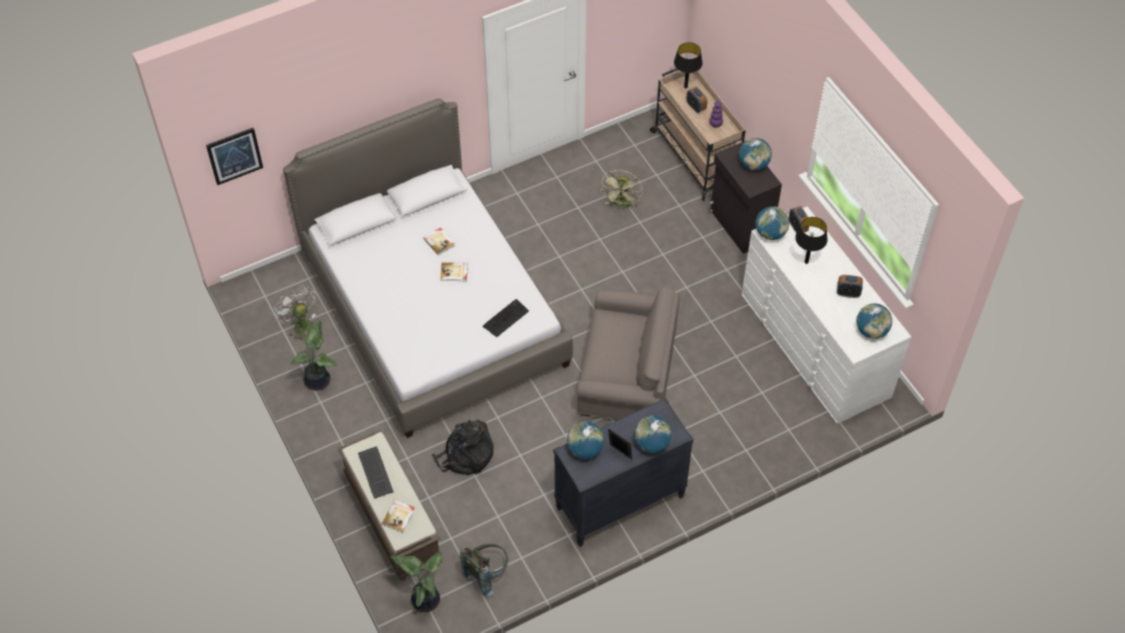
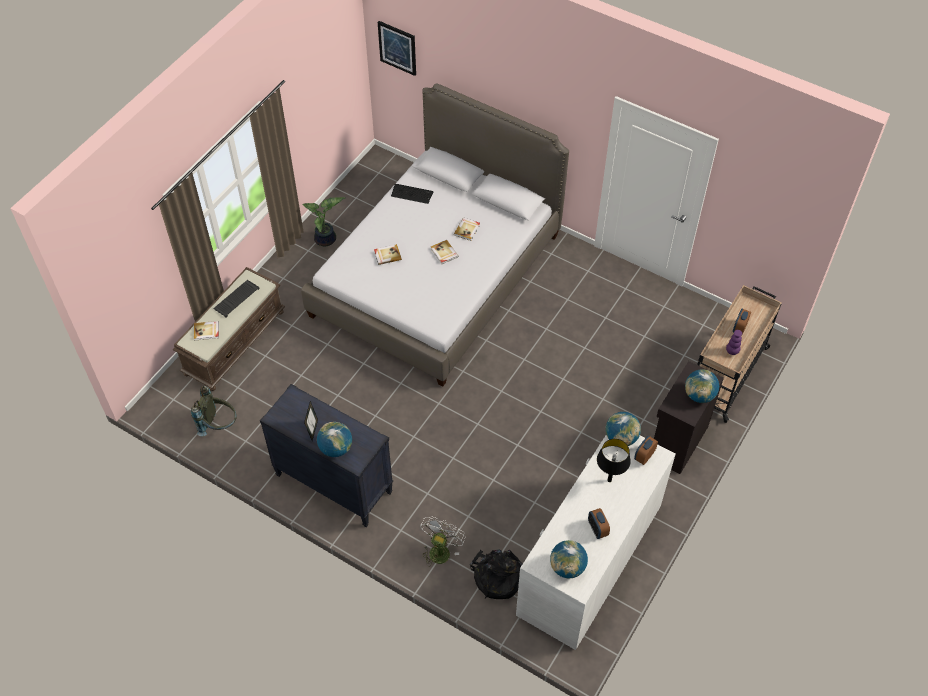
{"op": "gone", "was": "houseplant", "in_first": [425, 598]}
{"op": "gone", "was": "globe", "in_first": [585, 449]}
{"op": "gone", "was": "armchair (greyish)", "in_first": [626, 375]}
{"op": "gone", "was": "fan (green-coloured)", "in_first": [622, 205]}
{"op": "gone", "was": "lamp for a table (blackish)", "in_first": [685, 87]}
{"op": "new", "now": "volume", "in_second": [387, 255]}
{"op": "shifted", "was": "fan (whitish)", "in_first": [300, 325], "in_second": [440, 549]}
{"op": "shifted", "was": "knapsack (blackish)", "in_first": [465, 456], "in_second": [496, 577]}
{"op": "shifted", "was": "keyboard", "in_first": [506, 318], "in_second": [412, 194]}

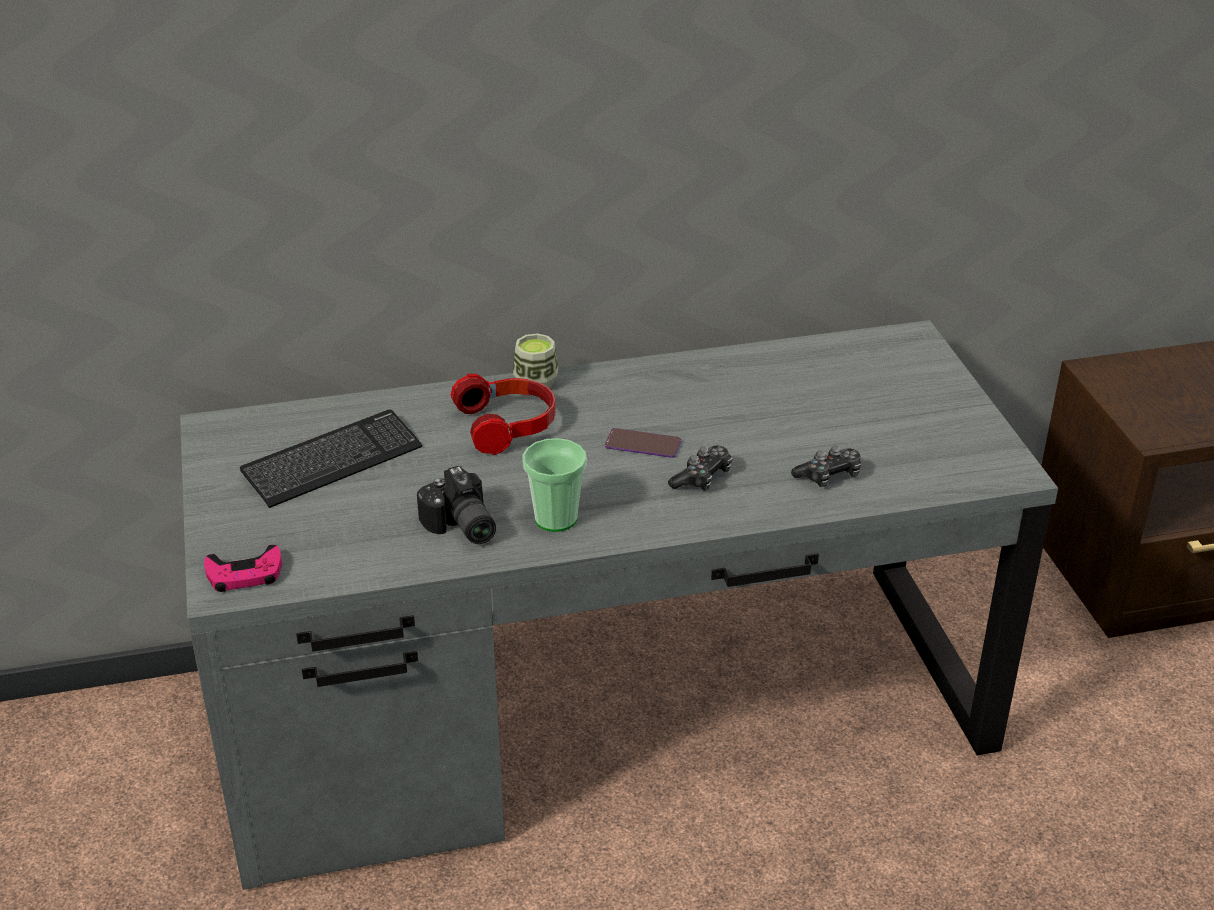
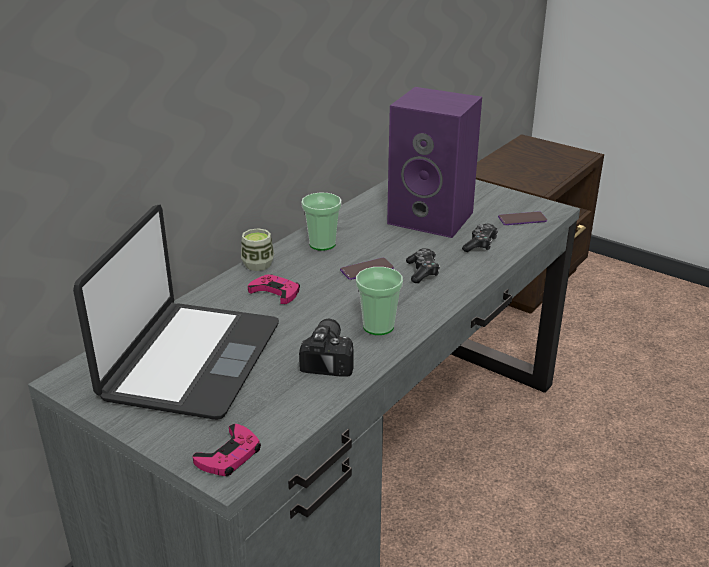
{"op": "new", "now": "small cup", "in_second": [322, 244]}
{"op": "new", "now": "speaker (purple)", "in_second": [433, 218]}
{"op": "new", "now": "handset", "in_second": [522, 219]}
{"op": "swapped", "was": "keyboard", "now": "laptop", "in_first": [332, 461], "in_second": [190, 360]}
{"op": "swapped", "was": "pair of headphones", "now": "game controller (pink-coloured)", "in_first": [508, 425], "in_second": [275, 292]}
{"op": "rotated", "was": "photo camera", "in_first": [460, 527], "in_second": [330, 357], "clockwise": -105}

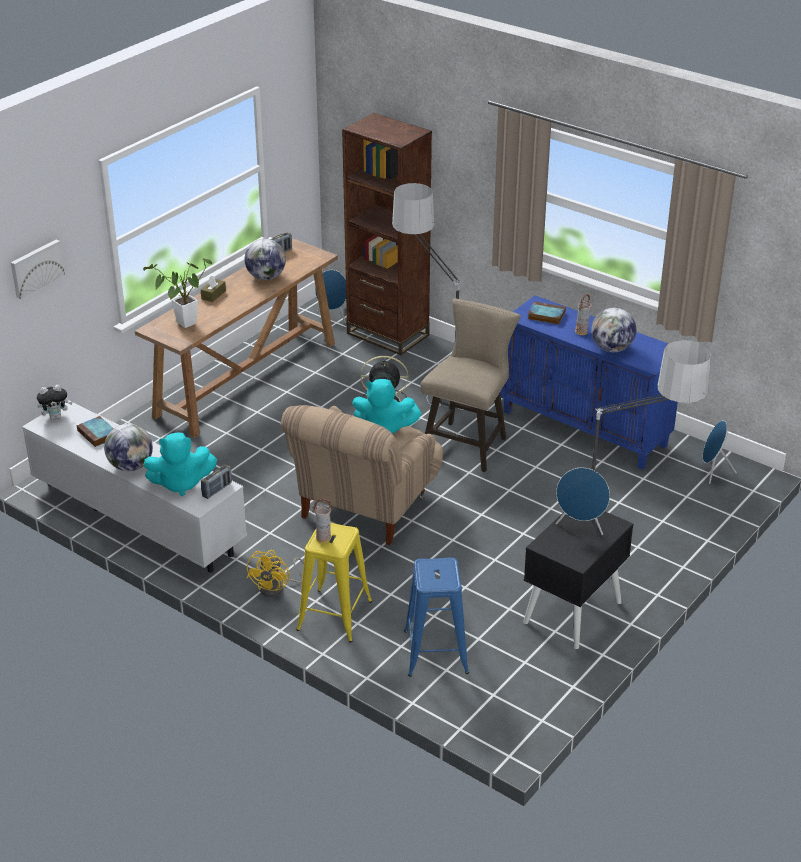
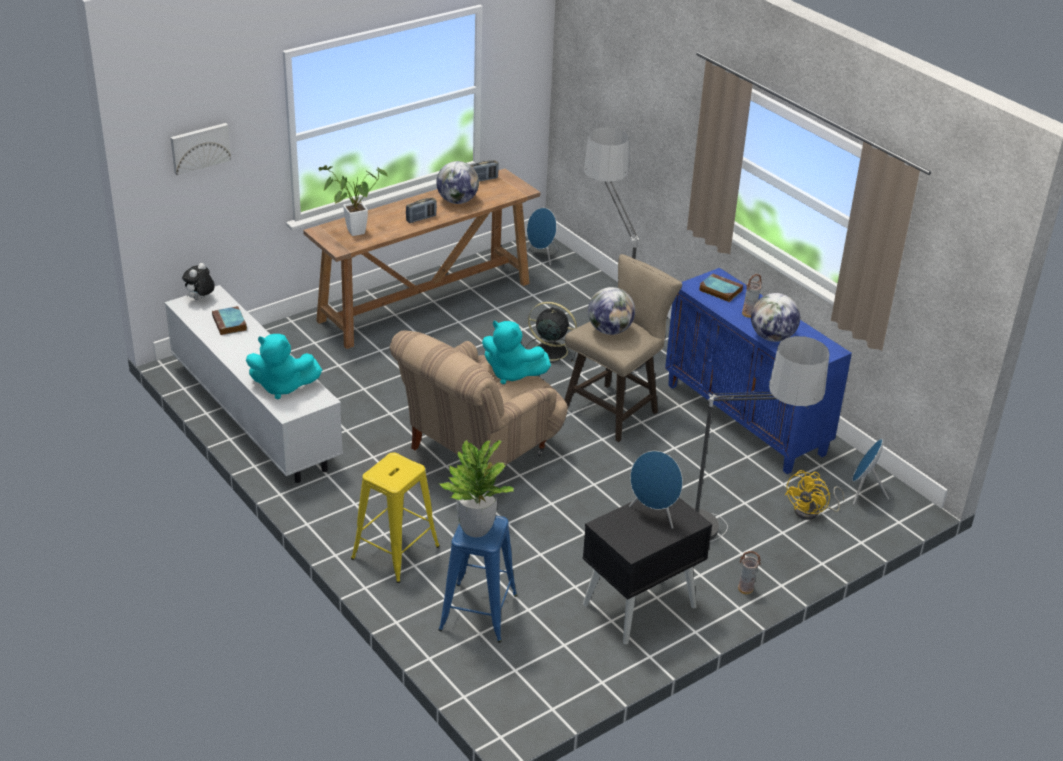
{"op": "gone", "was": "box of tissues (brown)", "in_first": [213, 295]}
{"op": "gone", "was": "shelving unit (brown)", "in_first": [387, 334]}
{"op": "new", "now": "houseplant", "in_second": [476, 528]}
{"op": "shifted", "was": "globe", "in_first": [131, 466], "in_second": [610, 330]}
{"op": "shifted", "was": "radio receiver", "in_first": [217, 490], "in_second": [421, 218]}
{"op": "shifted", "was": "fan (yellow-coloured)", "in_first": [277, 588], "in_second": [812, 512]}
{"op": "shifted", "was": "vase", "in_first": [323, 538], "in_second": [745, 590]}
{"op": "rotated", "was": "soft toy", "in_first": [56, 416], "in_second": [200, 299], "clockwise": 120}

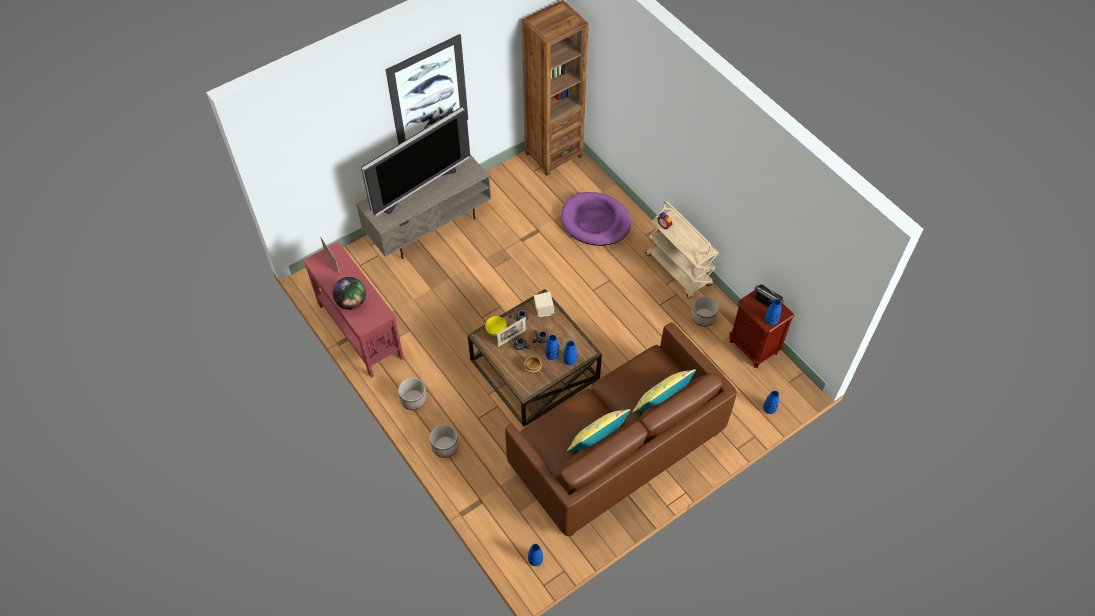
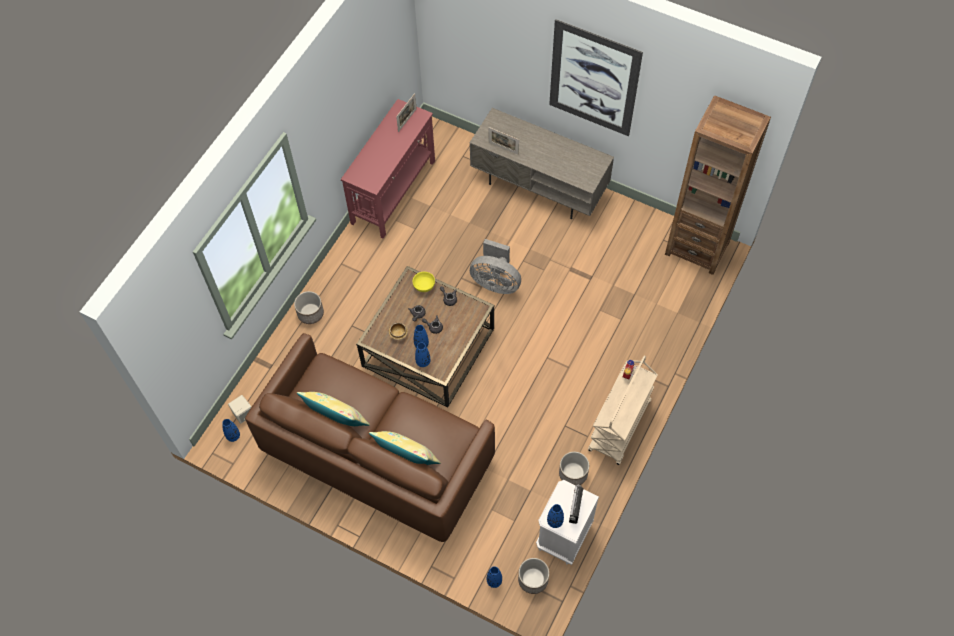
{"op": "gone", "was": "globe", "in_first": [351, 302]}
{"op": "gone", "was": "television", "in_first": [418, 187]}
{"op": "gone", "was": "dog bed (purple)", "in_first": [595, 221]}
{"op": "new", "now": "fan (greyish)", "in_second": [495, 282]}
{"op": "shifted", "was": "plant pot", "in_first": [414, 399], "in_second": [533, 580]}
{"op": "shifted", "was": "picture frame", "in_first": [511, 338], "in_second": [503, 148]}
{"op": "shifted", "was": "speaker (sand-coloured)", "in_first": [543, 310], "in_second": [243, 414]}
{"op": "repainted", "was": "night table (brown)", "now": "night table (whitish)", "in_first": [753, 347], "in_second": [563, 537]}

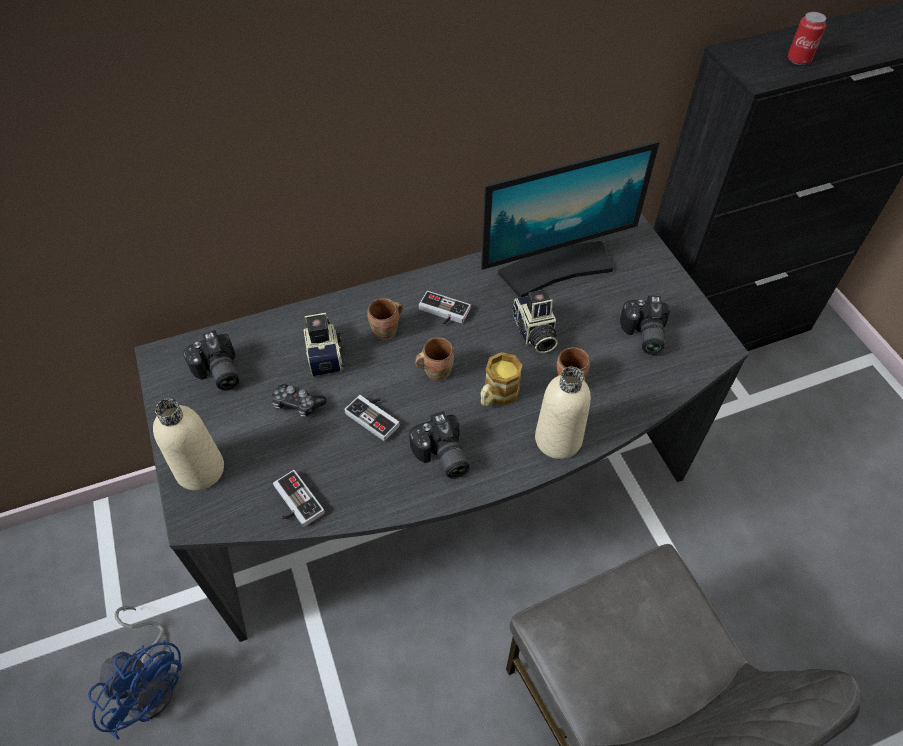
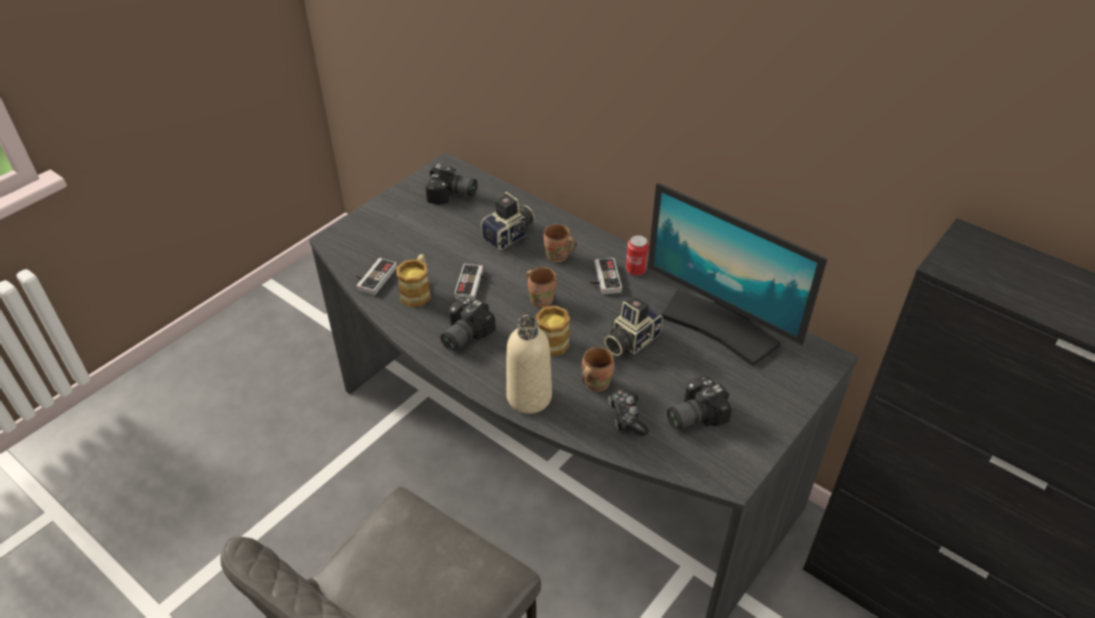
{"op": "gone", "was": "fan (blue-coloured)", "in_first": [151, 681]}
{"op": "gone", "was": "drink bottle (sand-coloured)", "in_first": [200, 470]}
{"op": "new", "now": "mug", "in_second": [417, 291]}
{"op": "shifted", "was": "game controller", "in_first": [297, 404], "in_second": [626, 417]}
{"op": "shifted", "was": "can", "in_first": [798, 59], "in_second": [635, 270]}
{"op": "rotated", "was": "photo camera", "in_first": [217, 373], "in_second": [452, 195], "clockwise": -105}

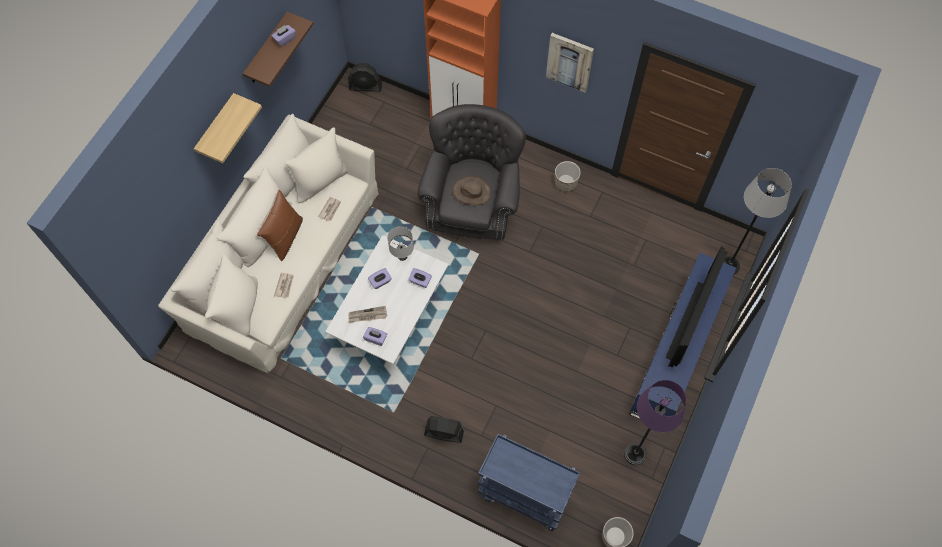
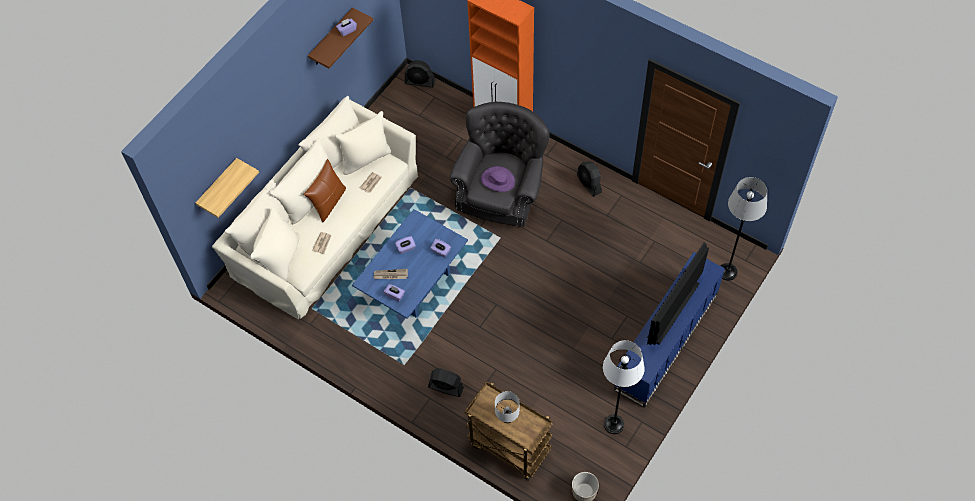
{"op": "gone", "was": "picture", "in_first": [569, 61]}
{"op": "shifted", "was": "bracket shelf", "in_first": [216, 128], "in_second": [218, 186]}
{"op": "shifted", "was": "lamp for a table (whitish)", "in_first": [402, 256], "in_second": [507, 419]}
{"op": "swapped", "was": "plant pot", "now": "fan (blackish)", "in_first": [565, 183], "in_second": [589, 184]}
{"op": "repainted", "was": "lounge table (whitish)", "now": "lounge table (blue-coloured)", "in_first": [391, 318], "in_second": [414, 285]}
{"op": "repainted", "was": "wearable hat (brown)", "now": "wearable hat (purple)", "in_first": [471, 192], "in_second": [498, 180]}
{"op": "repainted", "was": "cart (blue-coloured)", "now": "cart (brown)", "in_first": [523, 495], "in_second": [508, 447]}
{"op": "repainted", "was": "standing lamp (purple)", "now": "standing lamp (whitish)", "in_first": [635, 454], "in_second": [614, 424]}

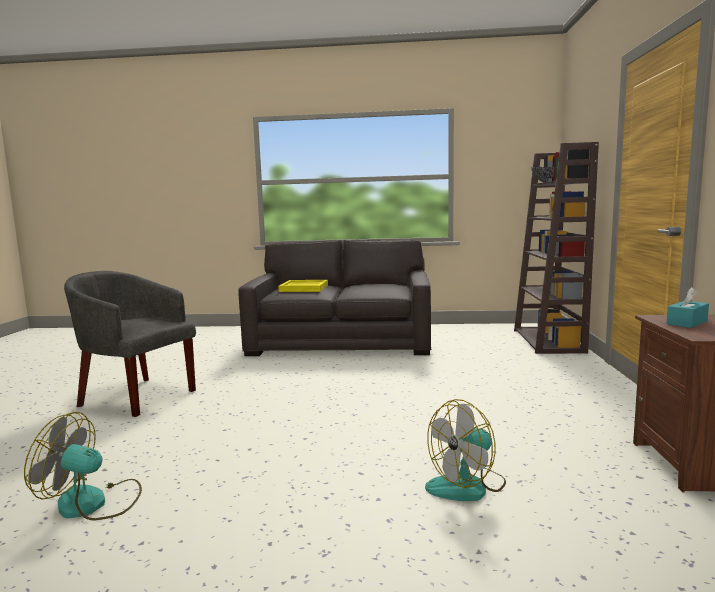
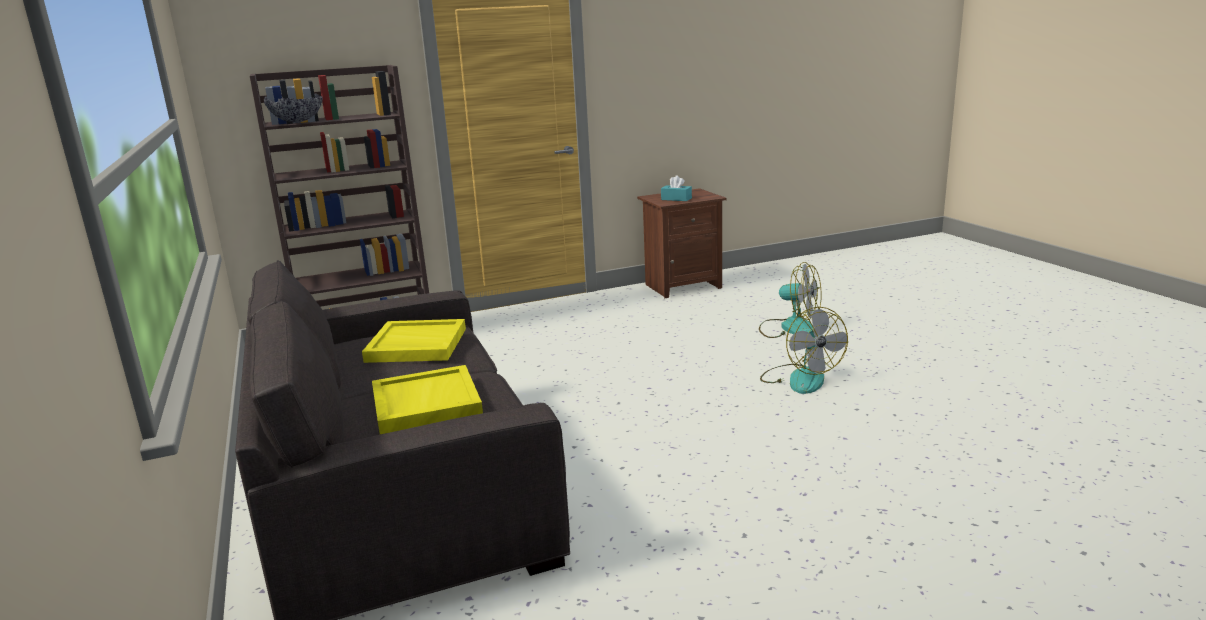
{"op": "gone", "was": "armchair (greyish)", "in_first": [136, 396]}
{"op": "new", "now": "tray (yellow-coloured)", "in_second": [415, 345]}
{"op": "shifted", "was": "fan", "in_first": [93, 503], "in_second": [800, 378]}

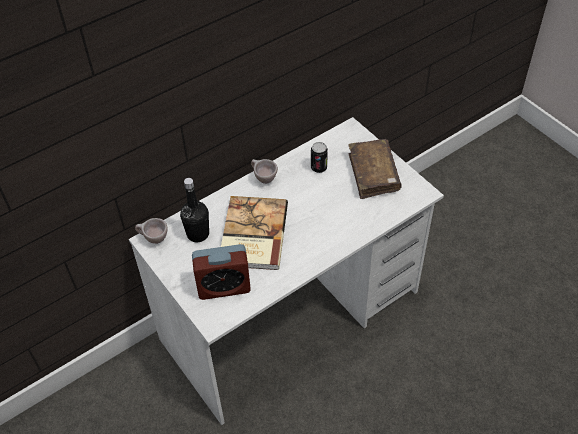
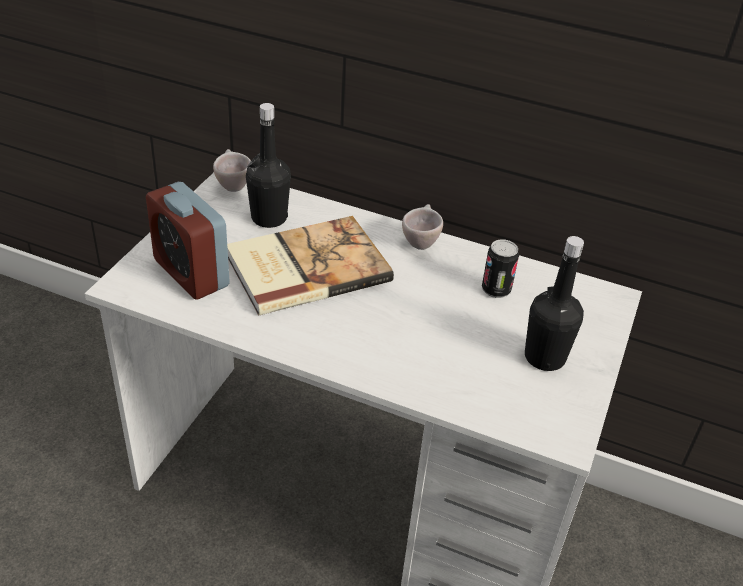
{"op": "swapped", "was": "volume (brown)", "now": "drink bottle (blackish)", "in_first": [373, 174], "in_second": [544, 357]}

